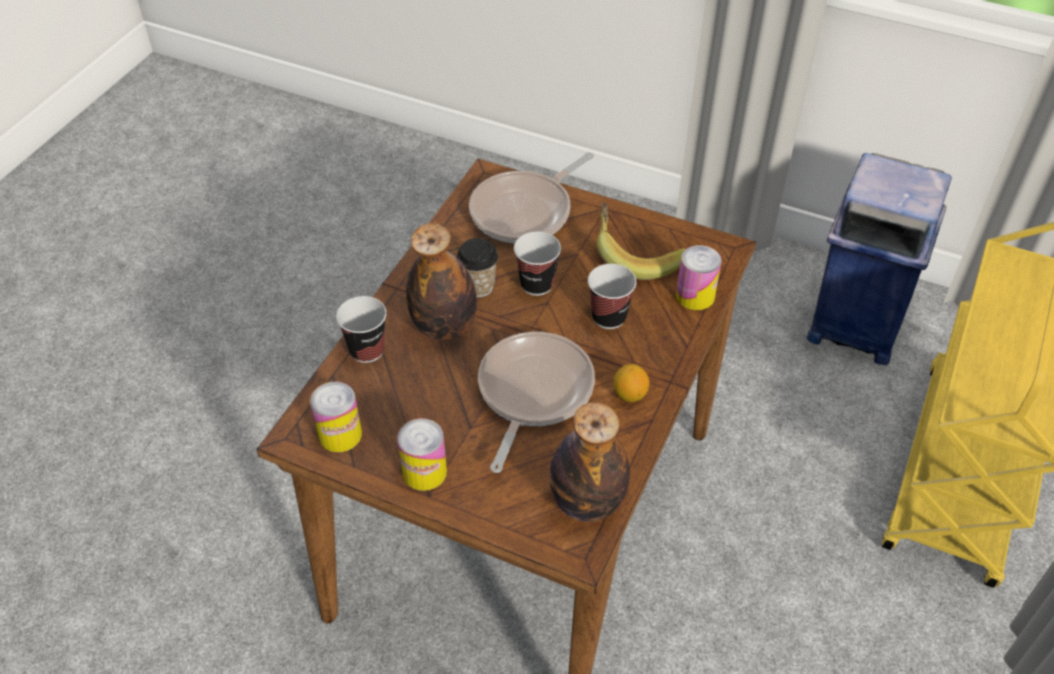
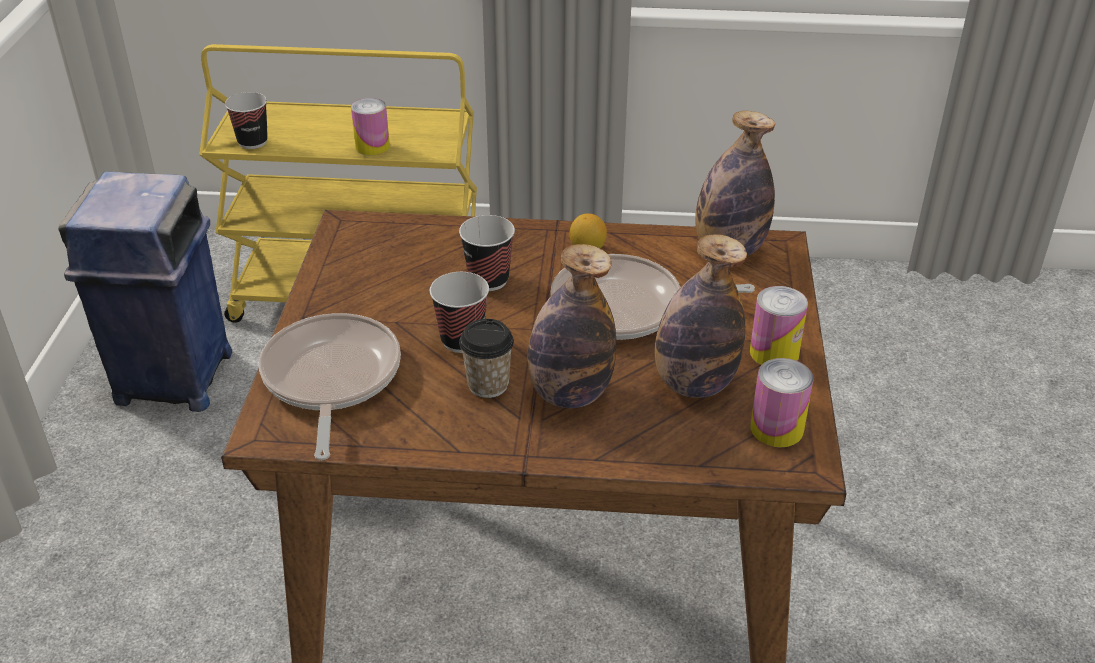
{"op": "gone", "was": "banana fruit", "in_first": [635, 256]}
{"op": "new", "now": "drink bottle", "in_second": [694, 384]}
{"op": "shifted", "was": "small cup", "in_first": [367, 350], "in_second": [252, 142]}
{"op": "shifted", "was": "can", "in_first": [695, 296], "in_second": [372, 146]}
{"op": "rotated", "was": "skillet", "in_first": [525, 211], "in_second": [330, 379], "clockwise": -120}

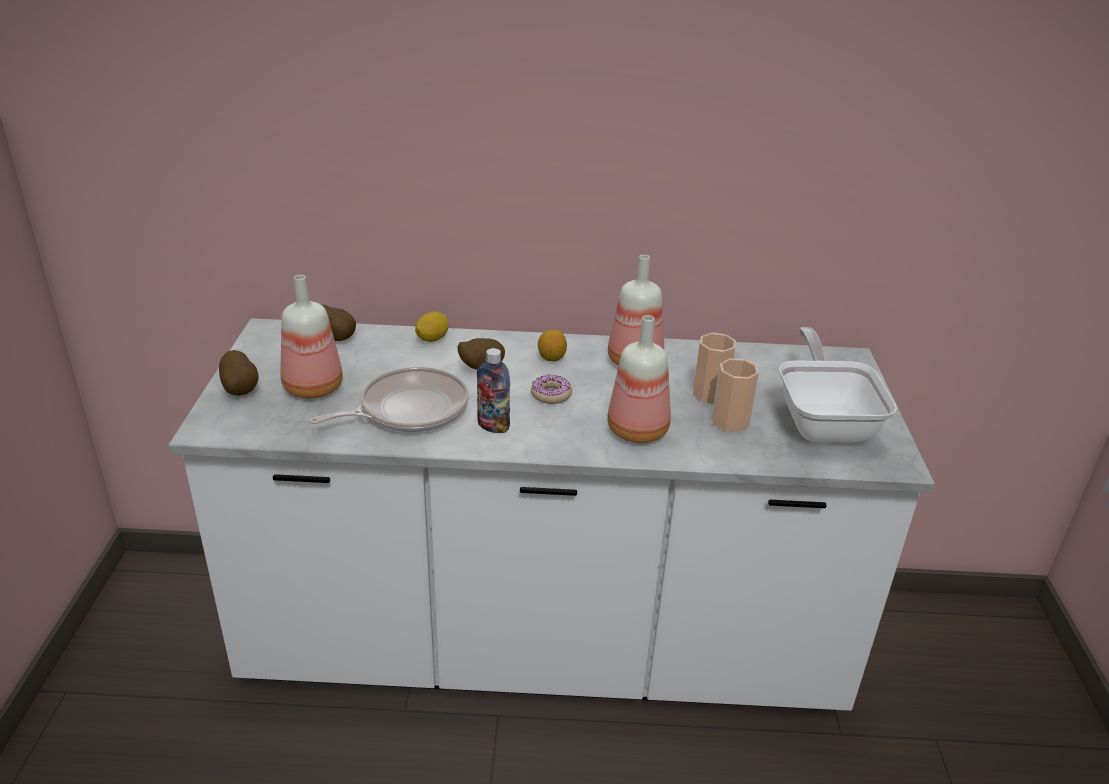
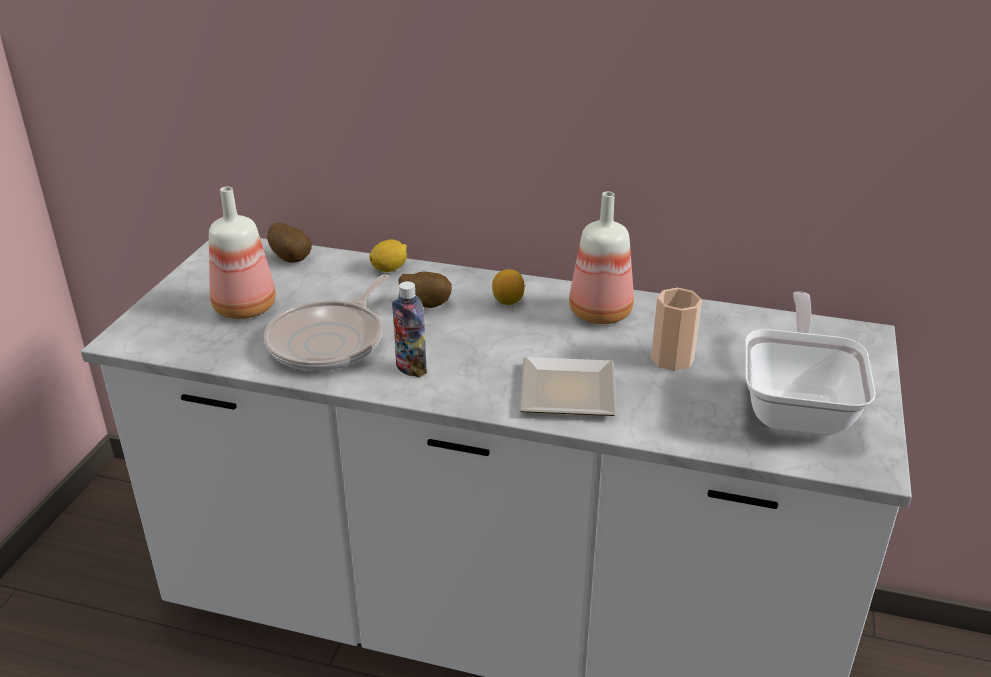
{"op": "gone", "was": "whole potato", "in_first": [241, 390]}
{"op": "gone", "was": "ring doughnut", "in_first": [551, 394]}
{"op": "gone", "was": "small cup", "in_first": [730, 421]}
{"op": "swapped", "was": "drink bottle", "now": "plate", "in_first": [638, 429], "in_second": [570, 390]}
{"op": "rotated", "was": "skillet", "in_first": [408, 410], "in_second": [330, 341], "clockwise": 135}

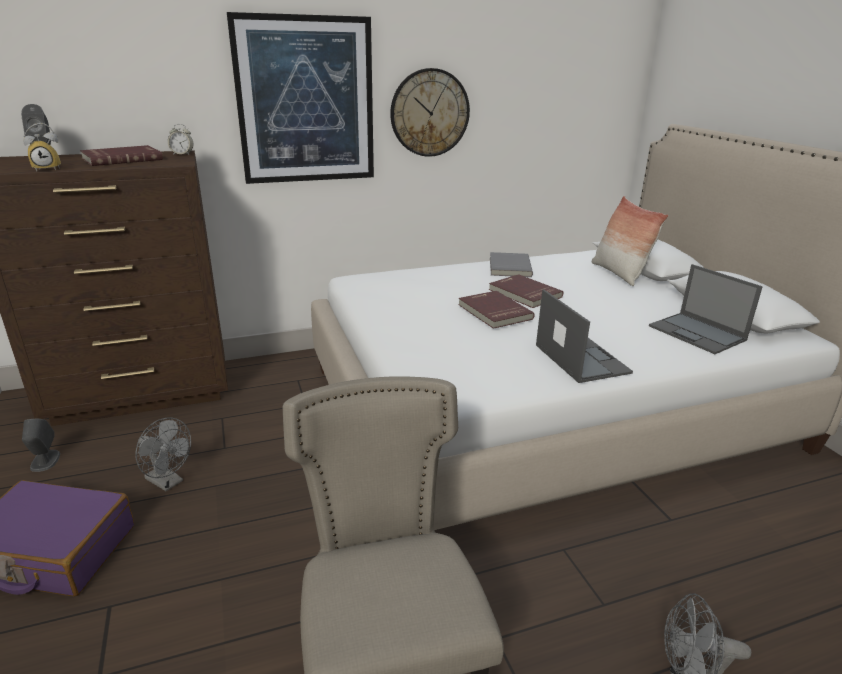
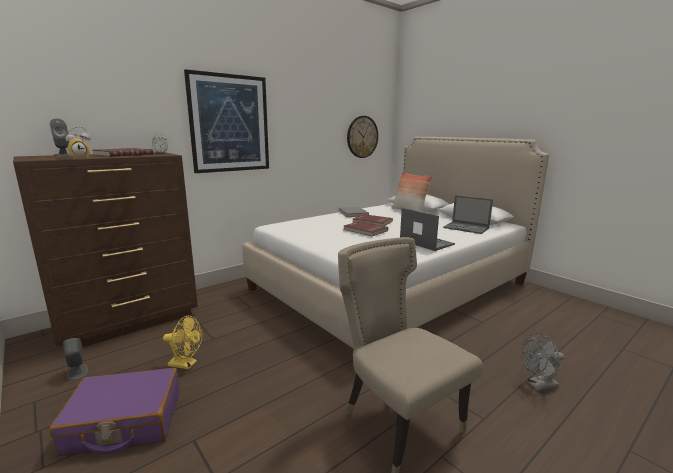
{"op": "shifted", "was": "wall clock", "in_first": [429, 113], "in_second": [362, 137]}
{"op": "repainted", "was": "fan (greyish)", "now": "fan (yellow-coloured)", "in_first": [168, 482], "in_second": [186, 364]}

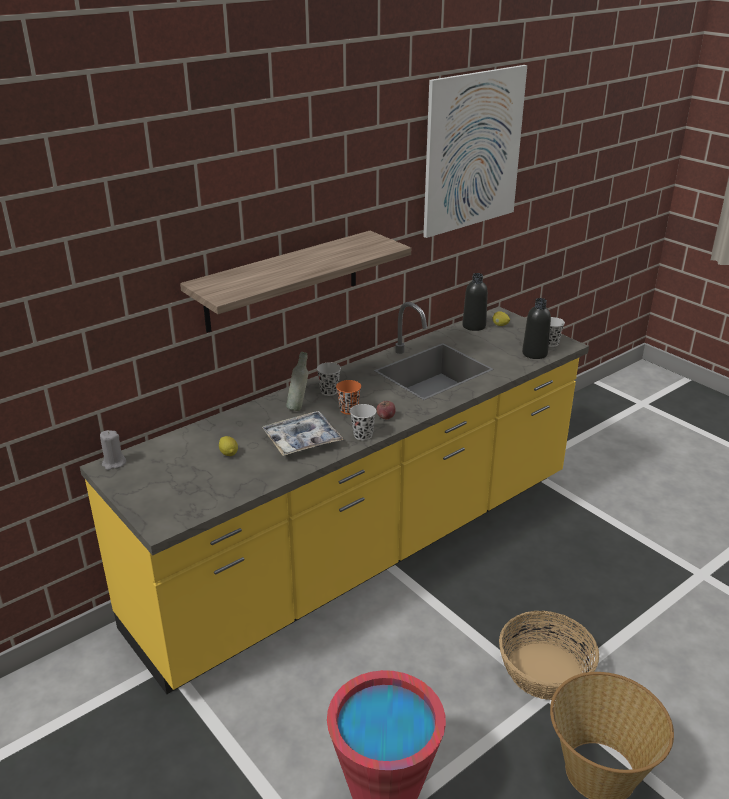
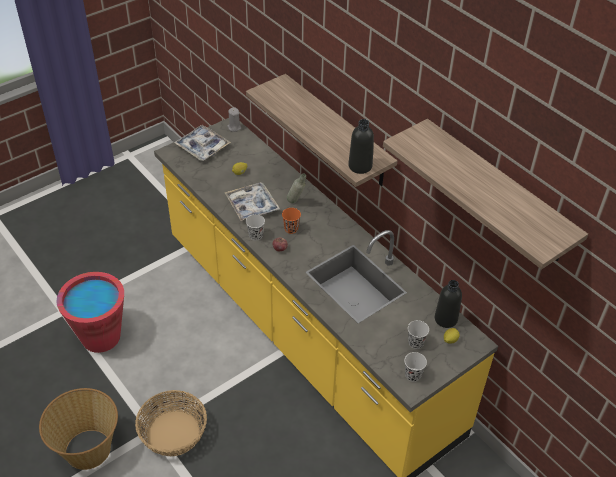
{"op": "new", "now": "tray", "in_second": [202, 147]}
{"op": "shifted", "was": "small cup (blackish)", "in_first": [329, 391], "in_second": [415, 343]}
{"op": "shifted", "was": "drink bottle (blackish)", "in_first": [534, 353], "in_second": [360, 166]}
{"op": "swapped", "was": "picture", "now": "bracket shelf", "in_first": [473, 151], "in_second": [497, 192]}

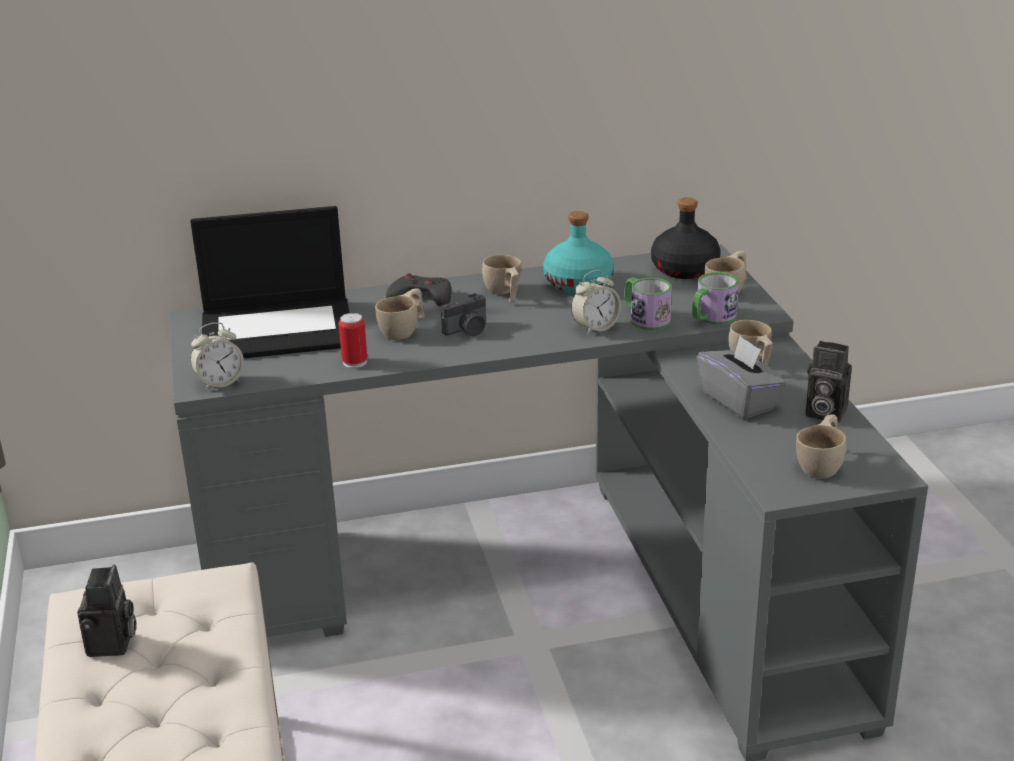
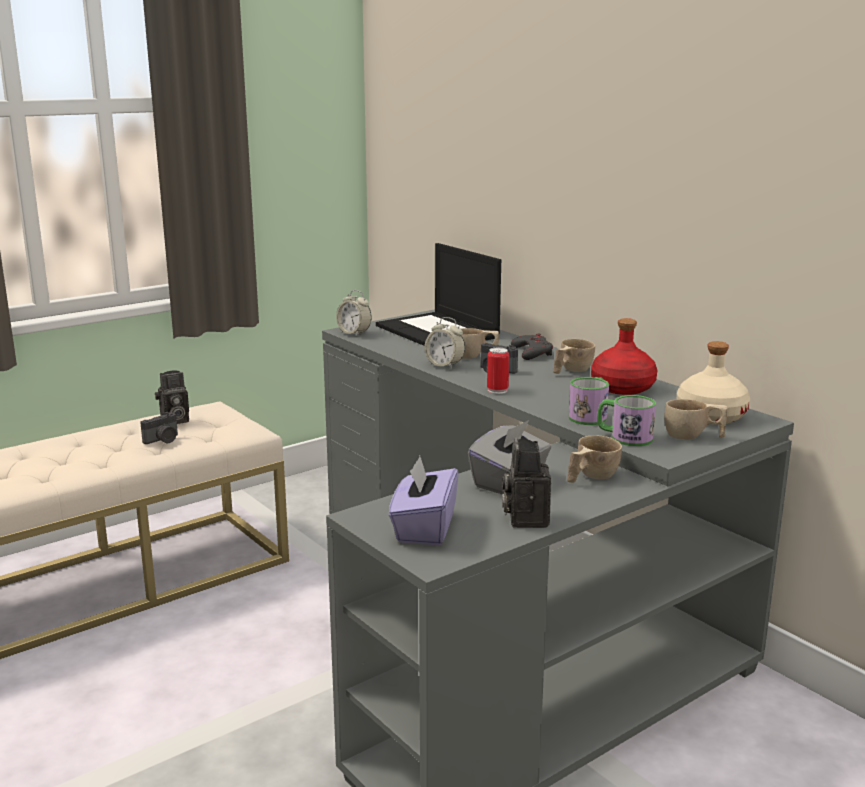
{"op": "new", "now": "photo camera", "in_second": [163, 440]}
{"op": "shifted", "was": "can", "in_first": [354, 362], "in_second": [497, 390]}
{"op": "shifted", "was": "bedside clock", "in_first": [595, 328], "in_second": [444, 365]}
{"op": "swapped", "was": "small cup (sand-coloured)", "now": "box of tissues (purple)", "in_first": [822, 465], "in_second": [424, 528]}
{"op": "repainted", "was": "drink bottle (turquoise)", "now": "drink bottle (reddish)", "in_first": [578, 283], "in_second": [623, 388]}
{"op": "repainted", "was": "drink bottle (blackish)", "now": "drink bottle (sand-coloured)", "in_first": [684, 270], "in_second": [710, 416]}

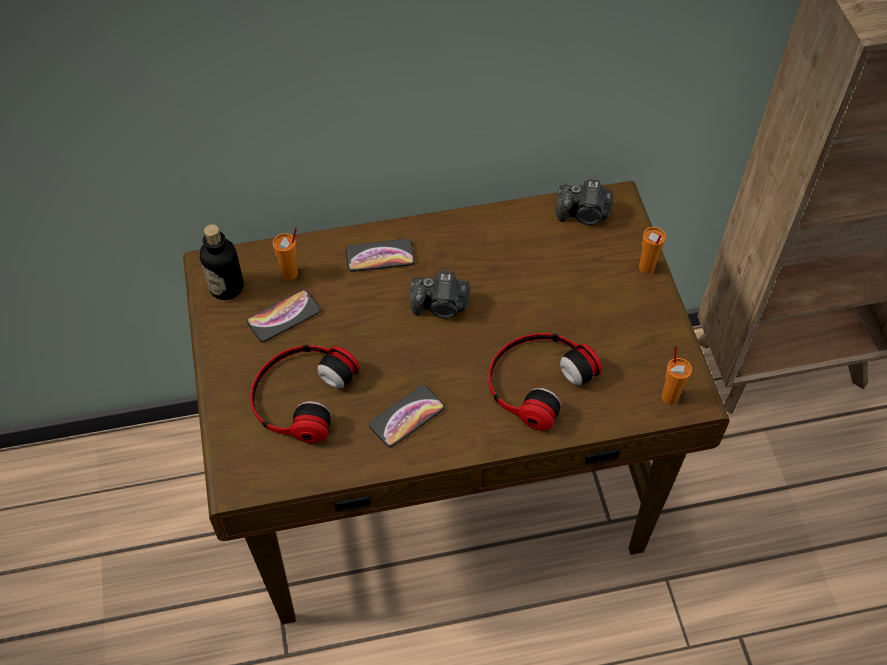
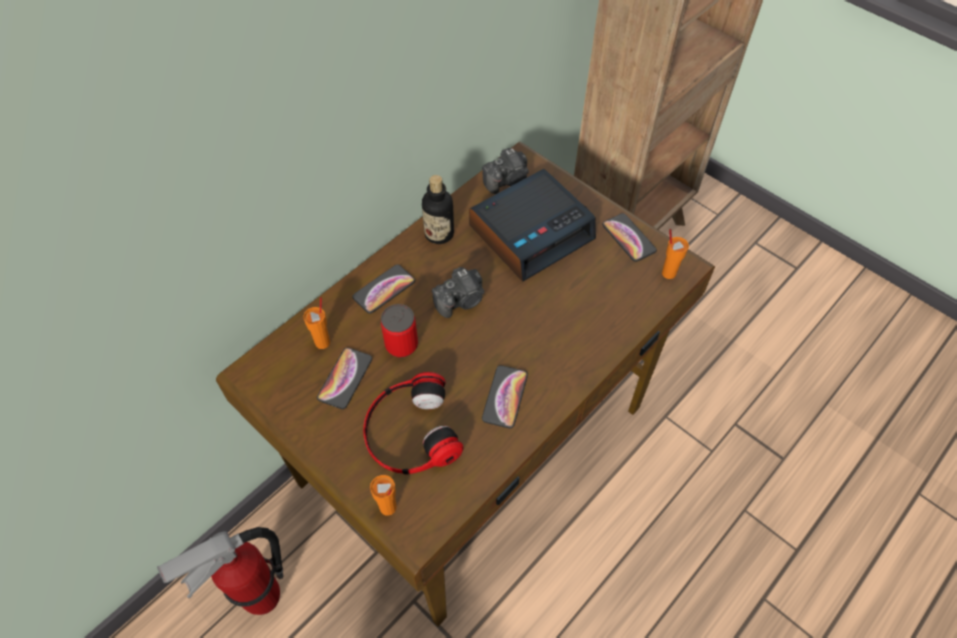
{"op": "gone", "was": "pair of headphones", "in_first": [536, 380]}
{"op": "new", "now": "extinguisher", "in_second": [261, 598]}
{"op": "new", "now": "can", "in_second": [401, 345]}
{"op": "new", "now": "bedside clock", "in_second": [531, 231]}
{"op": "new", "now": "handset", "in_second": [628, 238]}
{"op": "shifted", "was": "drink bottle", "in_first": [226, 287], "in_second": [439, 234]}
{"op": "shifted", "was": "small cup (orange)", "in_first": [646, 268], "in_second": [388, 508]}

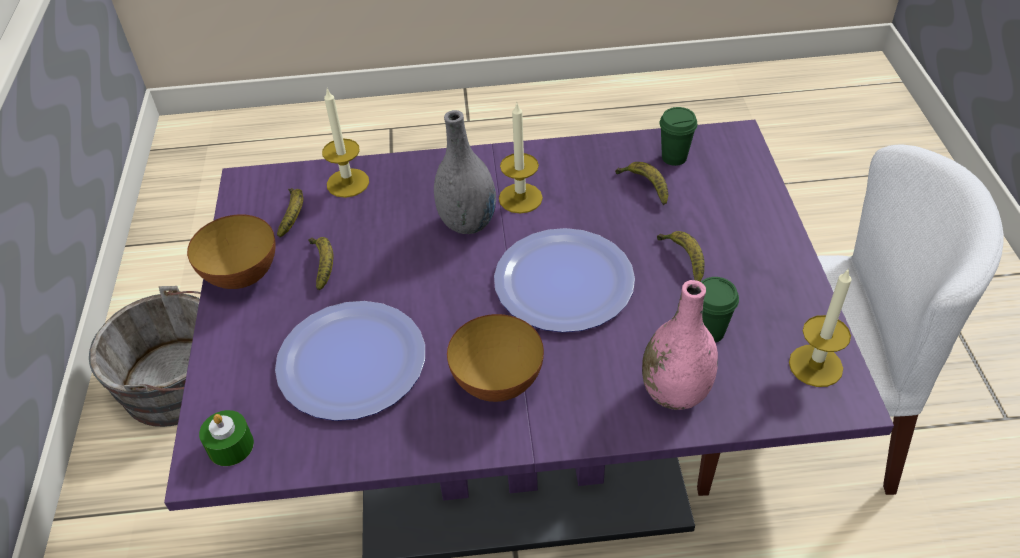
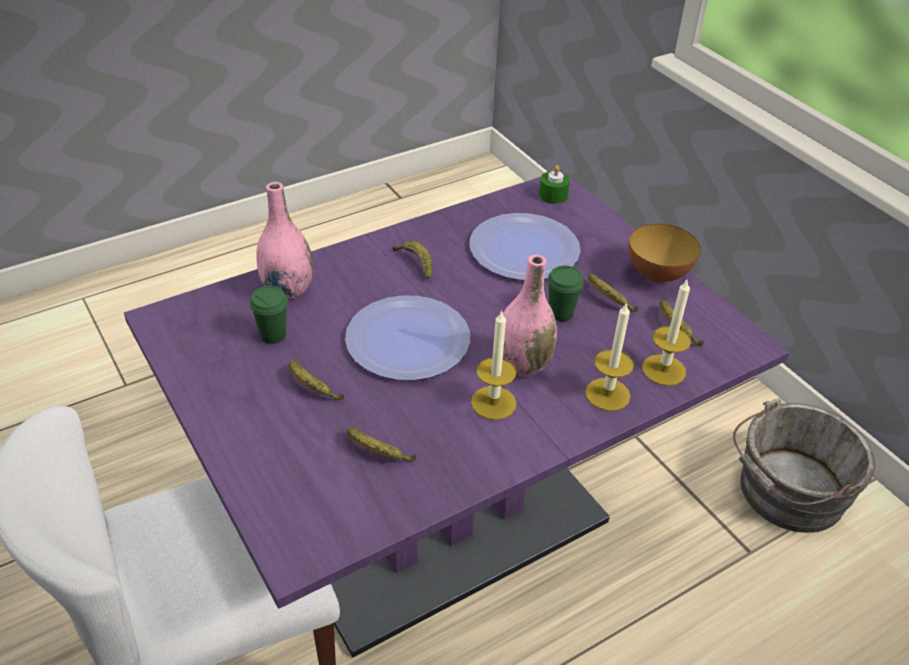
{"op": "shifted", "was": "small cup (green-coloured)", "in_first": [674, 157], "in_second": [560, 313]}
{"op": "shifted", "was": "candle", "in_first": [815, 365], "in_second": [607, 394]}
{"op": "swapped", "was": "bowl", "now": "banana fruit", "in_first": [497, 383], "in_second": [415, 263]}
{"op": "repainted", "was": "vase (greyish)", "now": "vase (pink-coloured)", "in_first": [467, 223], "in_second": [523, 365]}

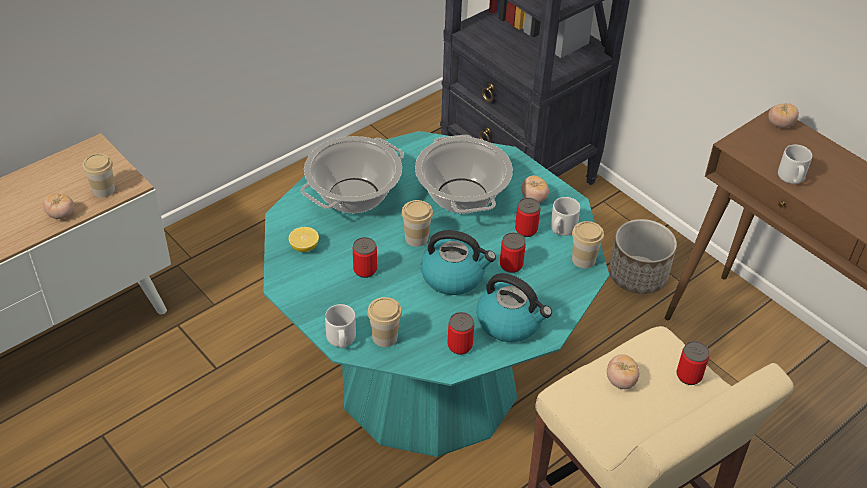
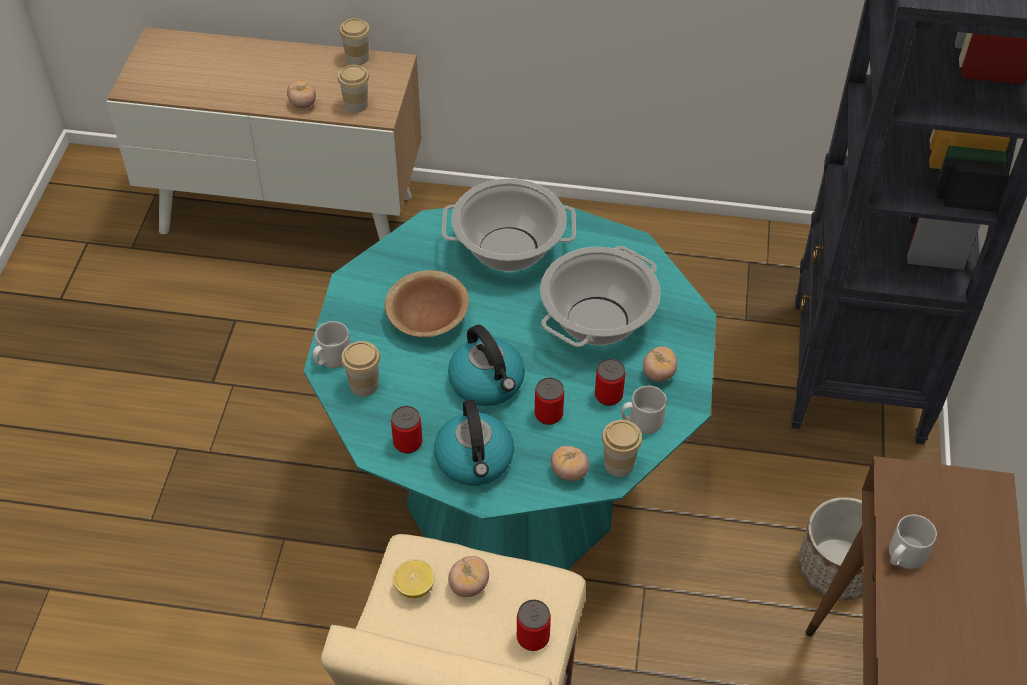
{"op": "shifted", "was": "whole lemon", "in_first": [304, 247], "in_second": [414, 587]}
{"op": "shifted", "was": "small cup", "in_first": [416, 238], "in_second": [357, 58]}
{"op": "shifted", "was": "whole tomato", "in_first": [780, 124], "in_second": [569, 472]}
{"op": "swapped", "was": "can", "now": "bowl (brown)", "in_first": [365, 270], "in_second": [427, 319]}

